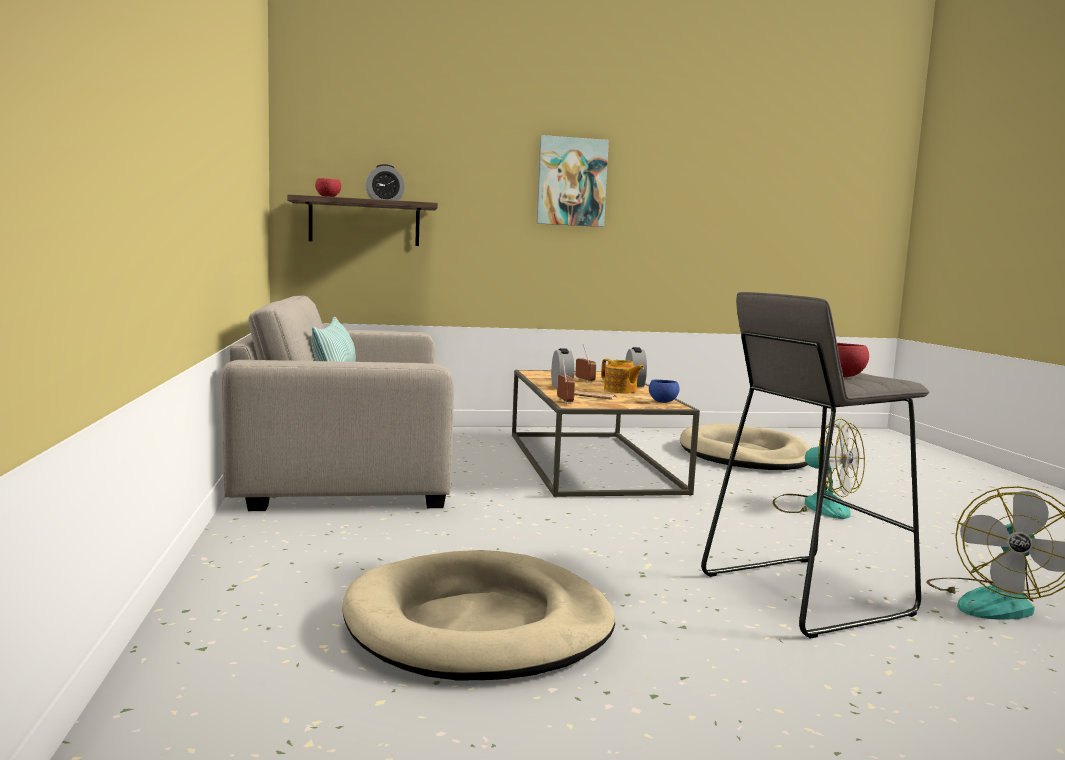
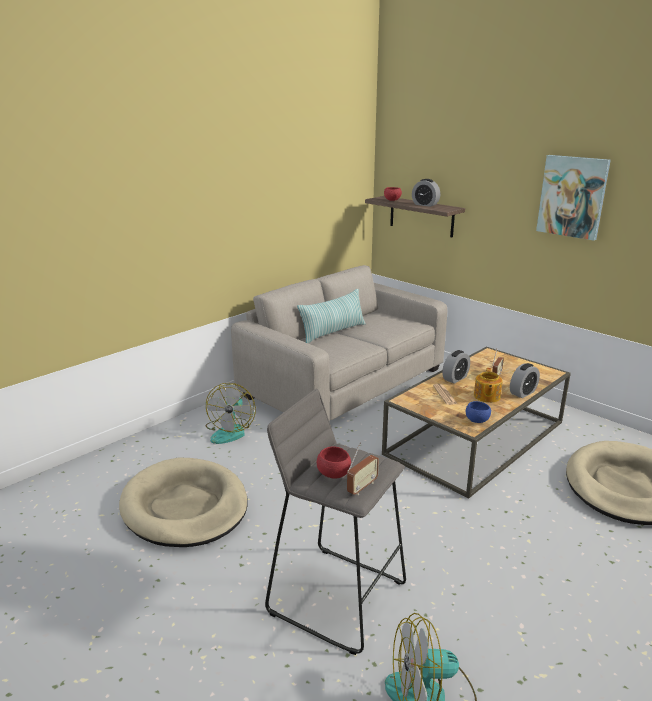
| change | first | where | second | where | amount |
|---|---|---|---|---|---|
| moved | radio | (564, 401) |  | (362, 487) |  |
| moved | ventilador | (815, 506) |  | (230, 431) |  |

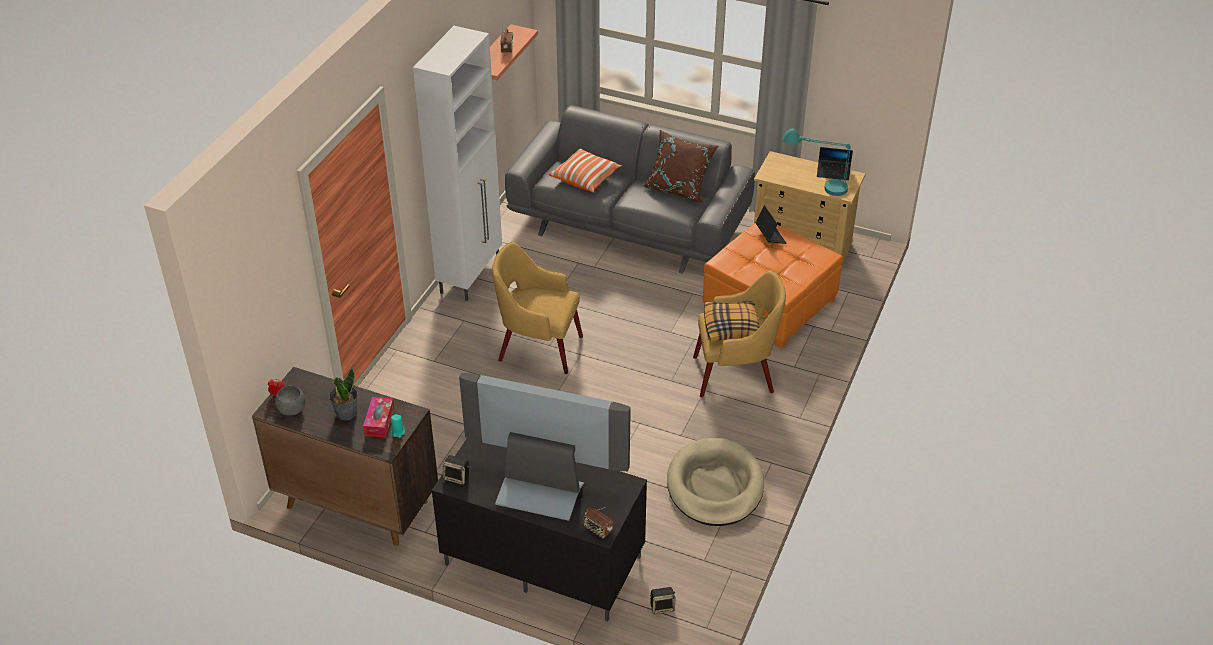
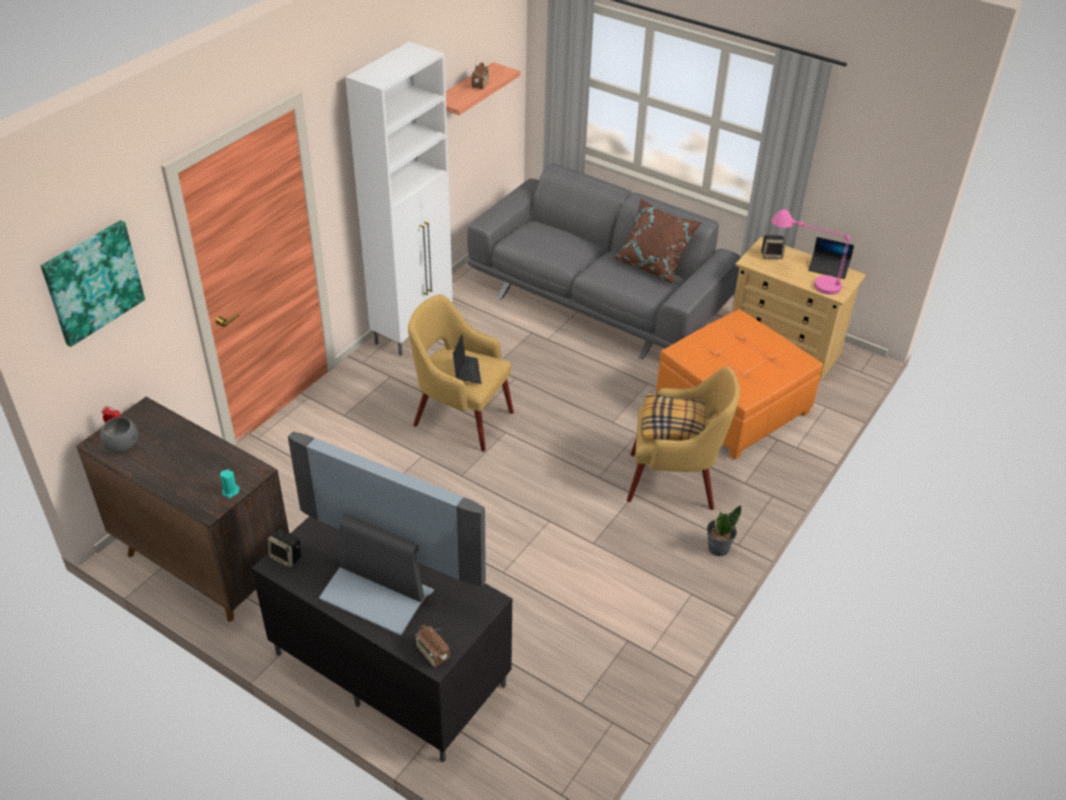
| change | first | where | second | where | amount |
|---|---|---|---|---|---|
| moved | planta en maceta | (346, 413) |  | (718, 548) |  |
| removed | caja de pañuelos | (379, 421) |  |  |  |
| removed | cojín | (585, 178) |  |  |  |
| moved | altavoz | (662, 607) |  | (772, 255) |  |
| removed | cama para perro (beis) | (715, 486) |  |  |  |
| moved | portátil | (770, 236) |  | (466, 371) |  |
| recoloured | lámpara de mesa (turquesa) | (815, 186) | lámpara de mesa (rosa) | (804, 280) |  |
| added |  |  | cuadro | (93, 282) |  |

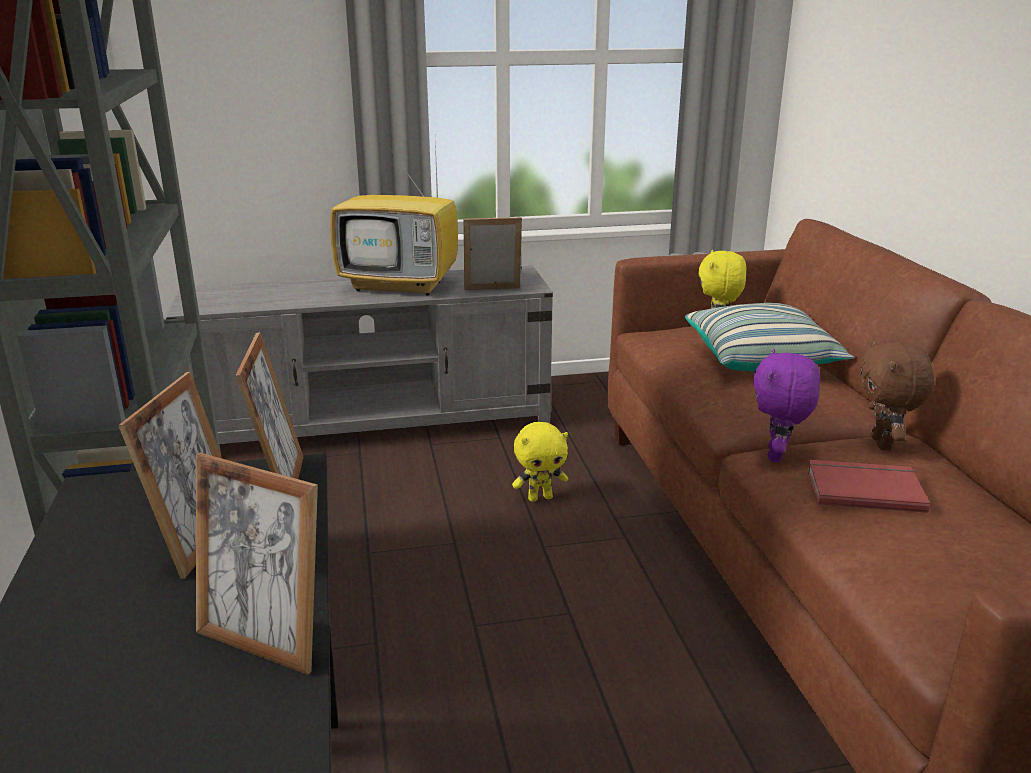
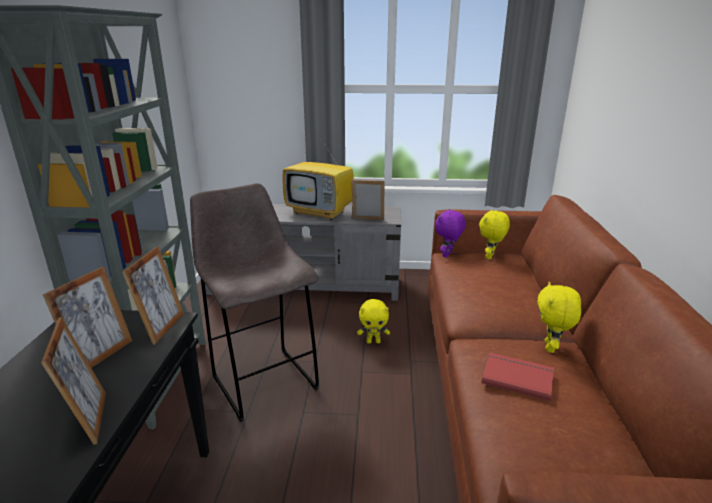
| change | first | where | second | where | amount |
|---|---|---|---|---|---|
| turned | portarretratos | (264, 640) |  | (89, 420) | 150 degrees counterclockwise |
| removed | cojín | (762, 359) |  |  |  |
| moved | peluche (morado) | (777, 456) |  | (448, 255) |  |
| recoloured | peluche (marrón) | (883, 444) | peluche (amarillo) | (551, 347) |  |
| added |  |  | taburete (gris) | (263, 380) |  |

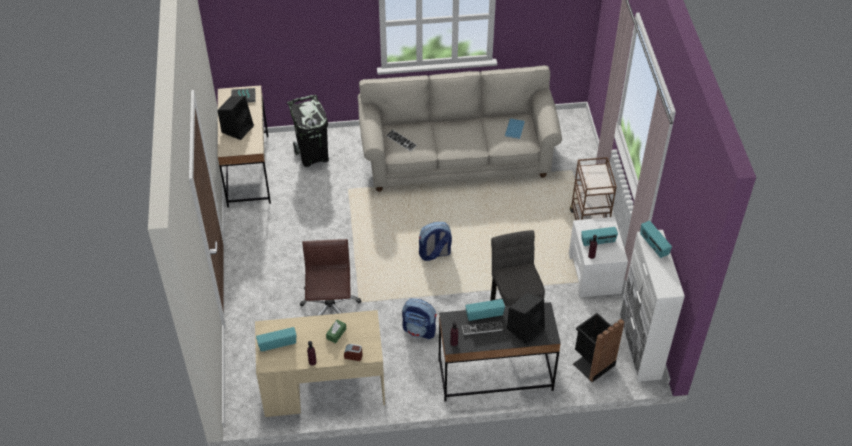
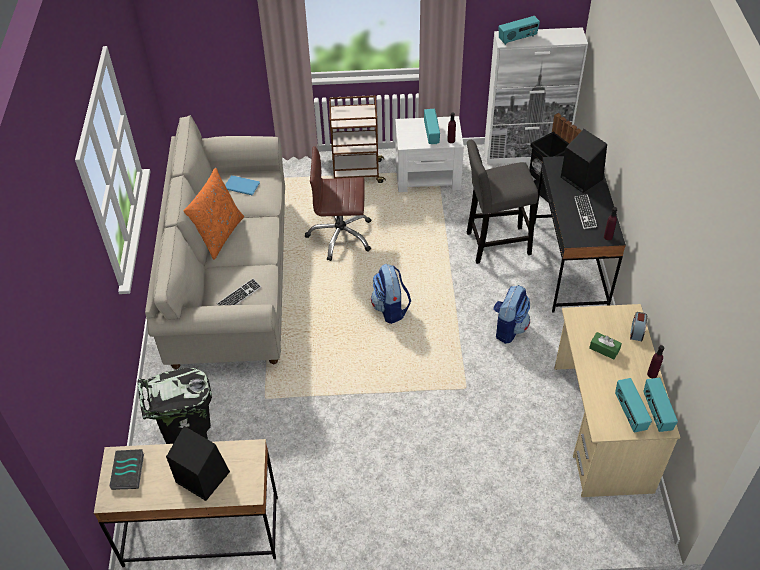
| change | first | where | second | where | amount |
|---|---|---|---|---|---|
| moved | silla de oficina (marrón) | (330, 310) |  | (340, 236) |  |
| moved | radio | (484, 315) |  | (656, 412) |  |
| added |  |  | cojín (naranja) | (219, 235) |  |

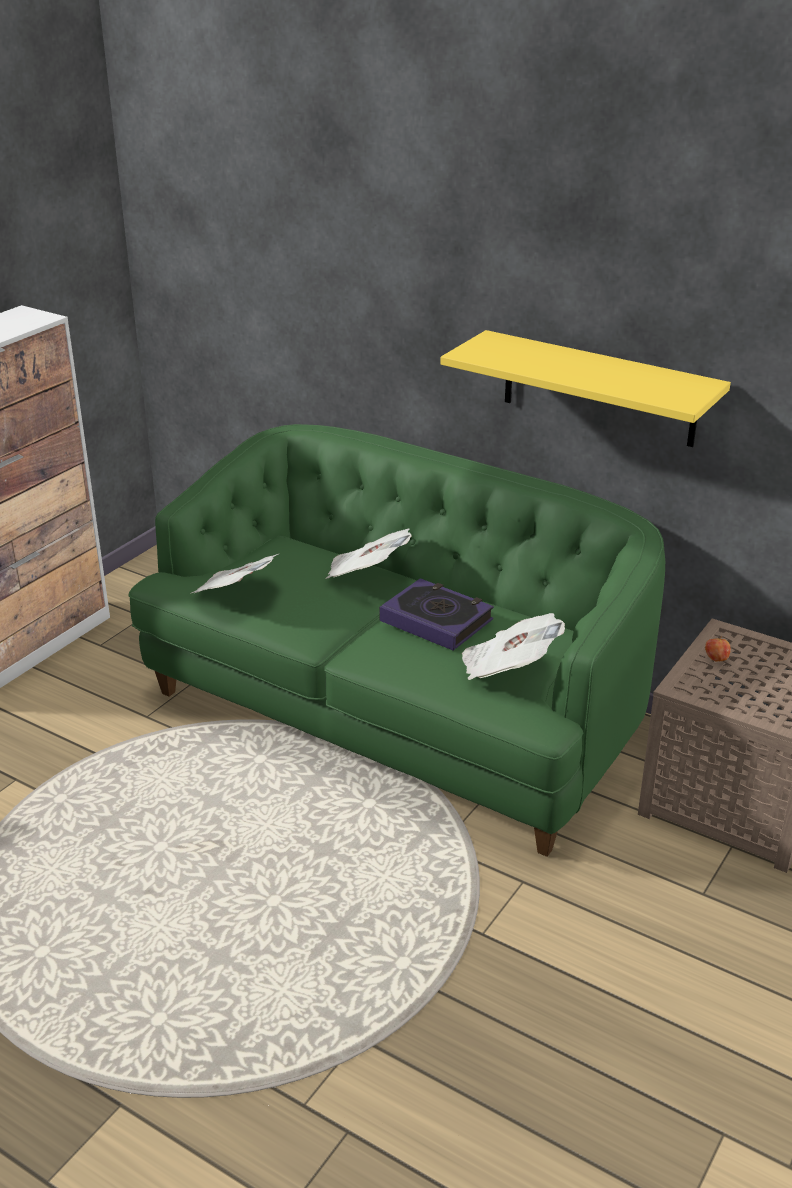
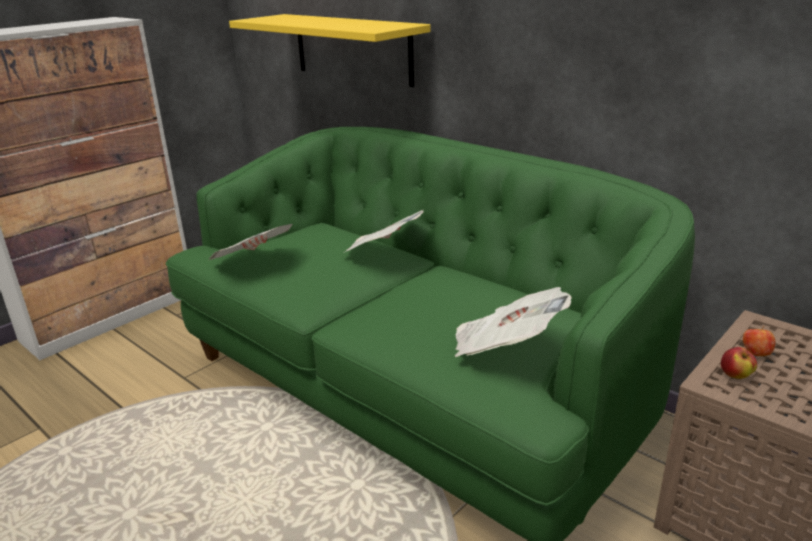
| change | first | where | second | where | amount |
|---|---|---|---|---|---|
| removed | libro | (436, 620) |  |  |  |
| moved | estante (amarillo) | (599, 389) |  | (352, 48) |  |
| added |  |  | manzana | (735, 375) |  |

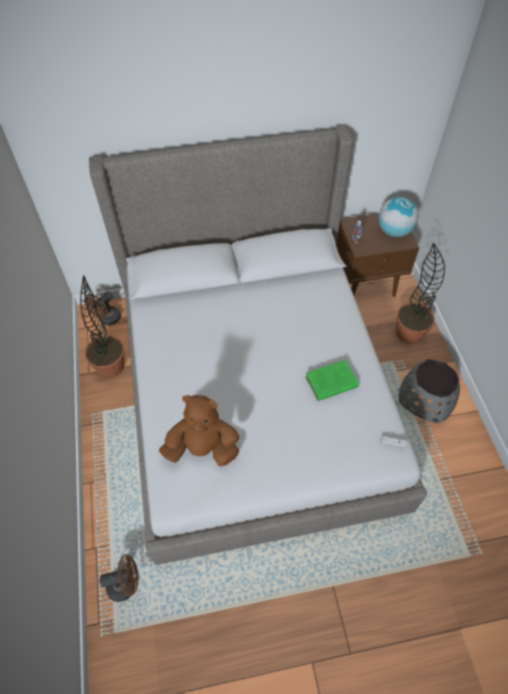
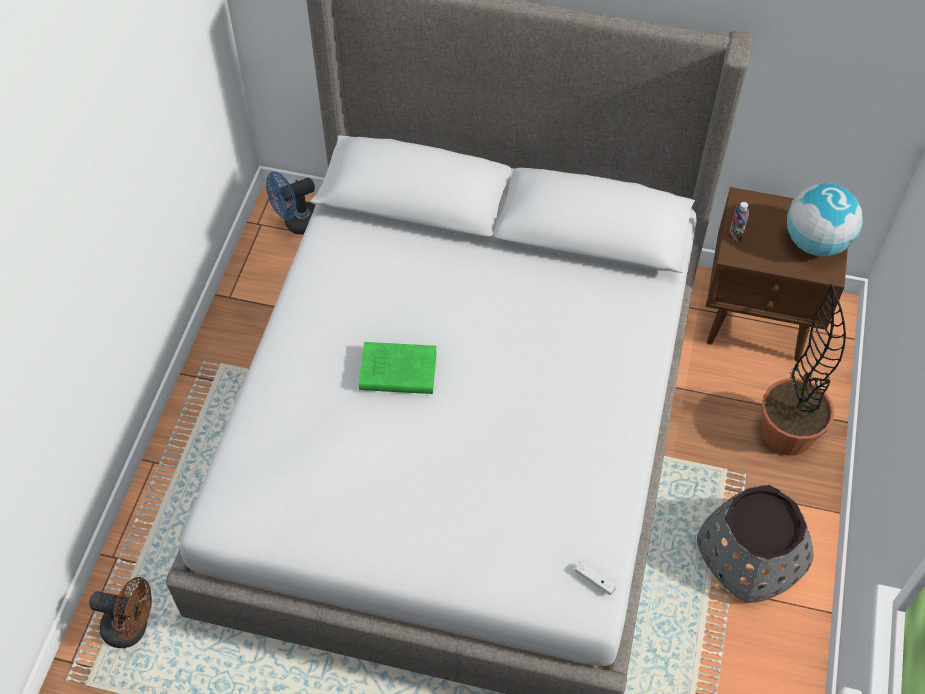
| change | first | where | second | where | amount |
|---|---|---|---|---|---|
| removed | planta en maceta | (110, 366) |  |  |  |
| recoloured | ventilador (marrón) | (107, 319) | ventilador (azul) | (297, 223) |  |
| removed | peluche (marrón) | (203, 448) |  |  |  |
| moved | libro (verde) | (330, 382) |  | (396, 371) |  |

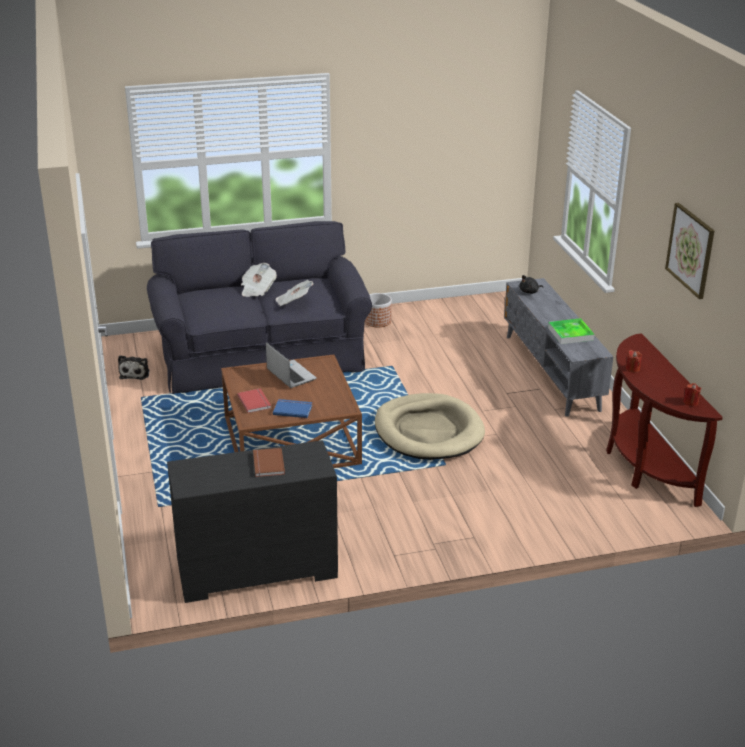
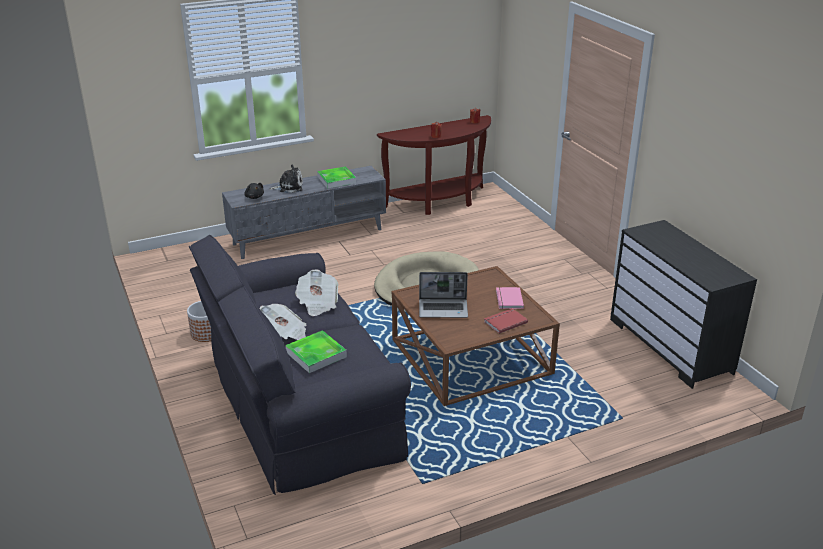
| change | first | where | second | where | amount |
|---|---|---|---|---|---|
| moved | peluche | (135, 373) |  | (289, 187) |  |
| removed | libro (marrón) | (267, 464) |  |  |  |
| turned | portátil | (290, 375) |  | (444, 309) | 135 degrees counterclockwise |
| recoloured | libro (azul) | (292, 409) | libro (rosa) | (508, 299) |  |
| removed | cuadro | (690, 250) |  |  |  |
| added |  |  | bandeja | (316, 354) |  |

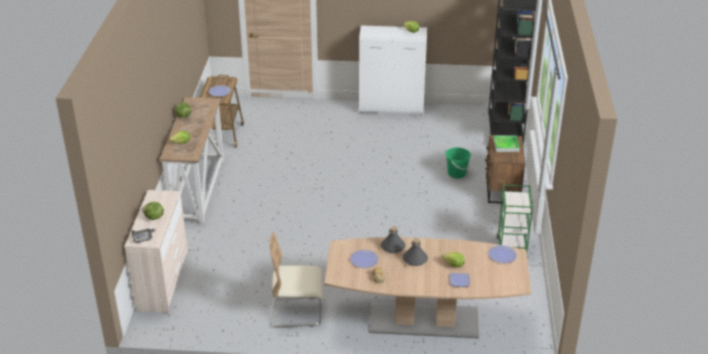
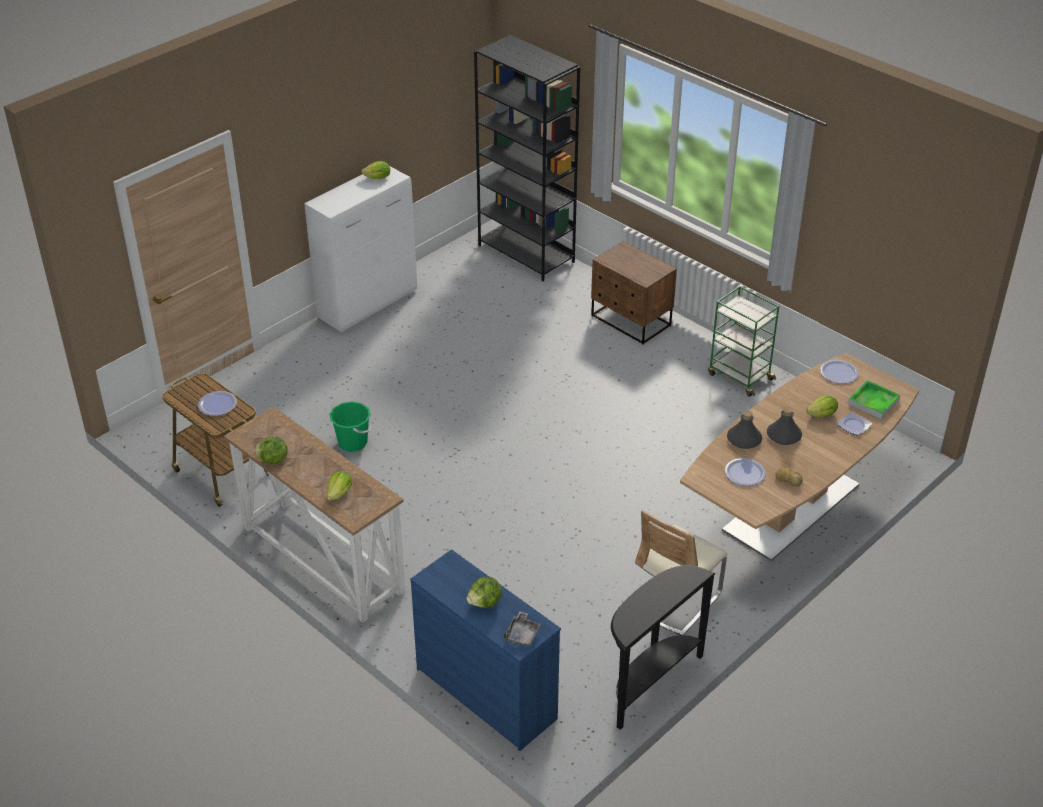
| change | first | where | second | where | amount |
|---|---|---|---|---|---|
| recoloured | cómoda (beis) | (163, 282) | cómoda (azul) | (487, 693) |  |
| moved | cubo (verde) | (456, 173) |  | (352, 442) |  |
| moved | bandeja | (506, 145) |  | (873, 402) |  |
| added |  |  | mesa consola (negro) | (649, 683) |  |

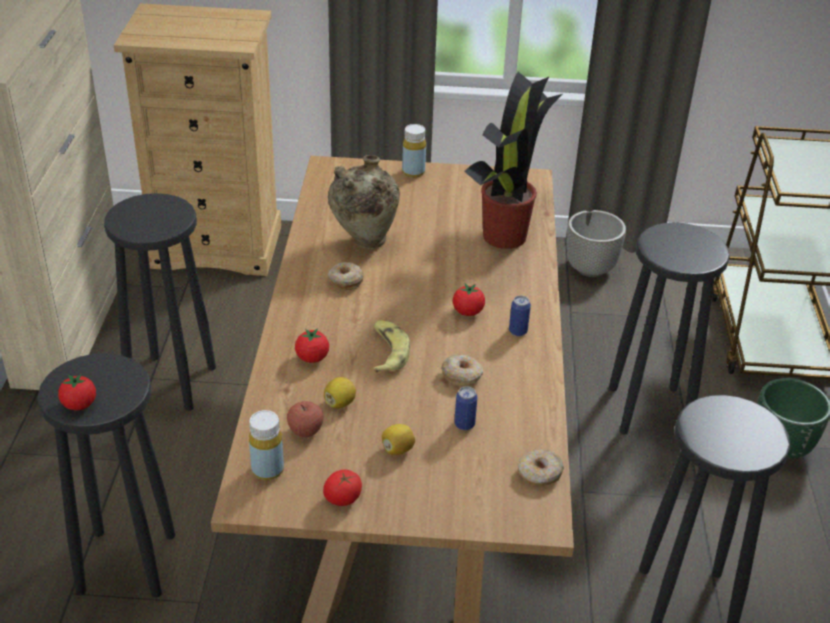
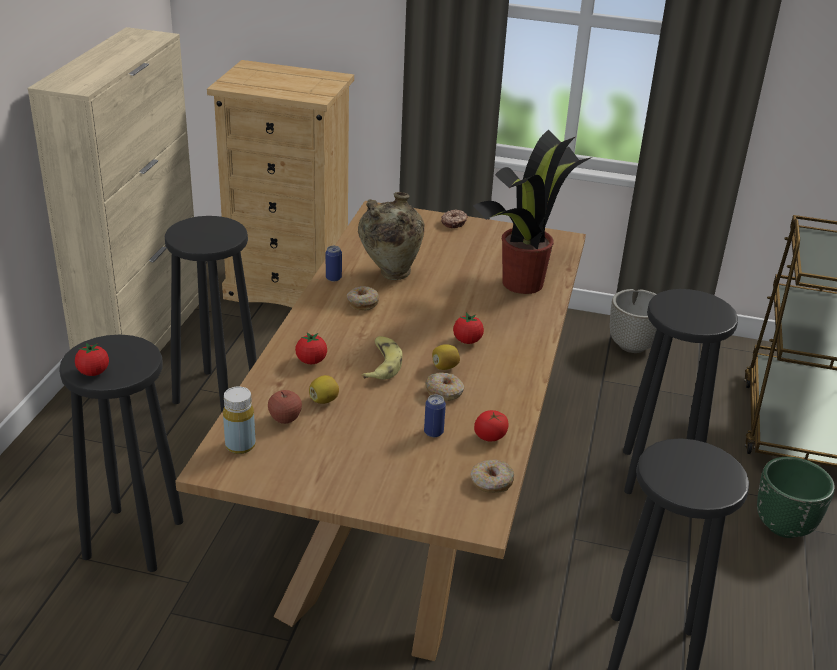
| change | first | where | second | where | amount |
|---|---|---|---|---|---|
| moved | tomate | (342, 498) |  | (490, 436) |  |
| moved | limón | (397, 449) |  | (445, 367) |  |
| replaced | botella (amarillo) | (413, 172) | rosquilla | (454, 223) |  |
| moved | lata | (518, 331) |  | (333, 278) |  |

